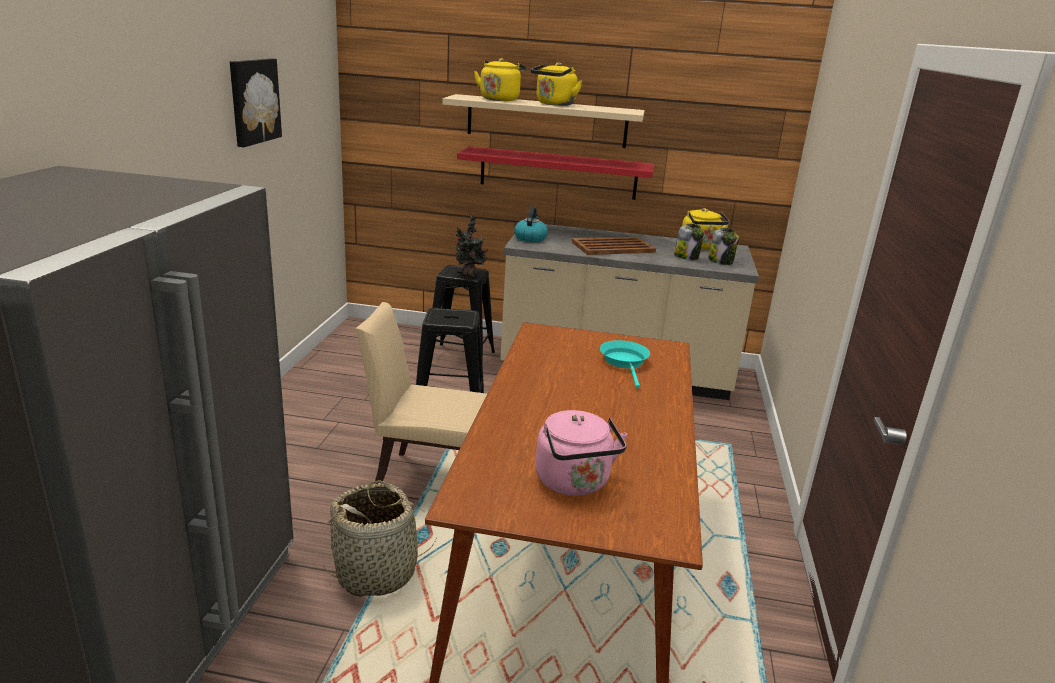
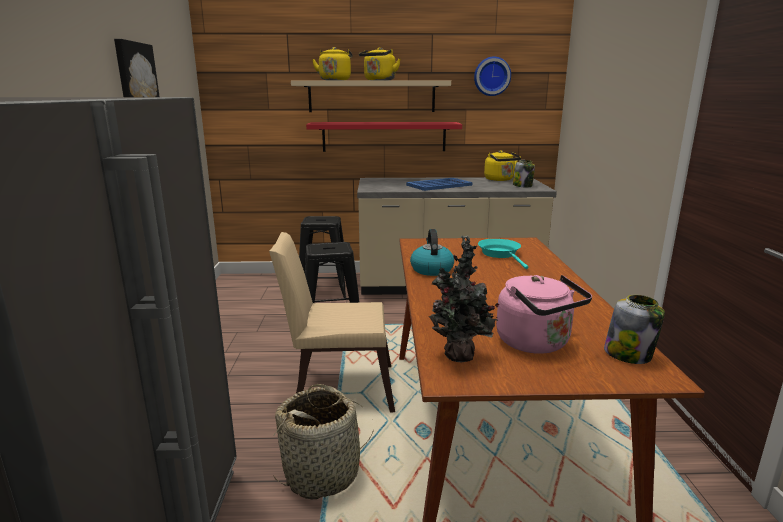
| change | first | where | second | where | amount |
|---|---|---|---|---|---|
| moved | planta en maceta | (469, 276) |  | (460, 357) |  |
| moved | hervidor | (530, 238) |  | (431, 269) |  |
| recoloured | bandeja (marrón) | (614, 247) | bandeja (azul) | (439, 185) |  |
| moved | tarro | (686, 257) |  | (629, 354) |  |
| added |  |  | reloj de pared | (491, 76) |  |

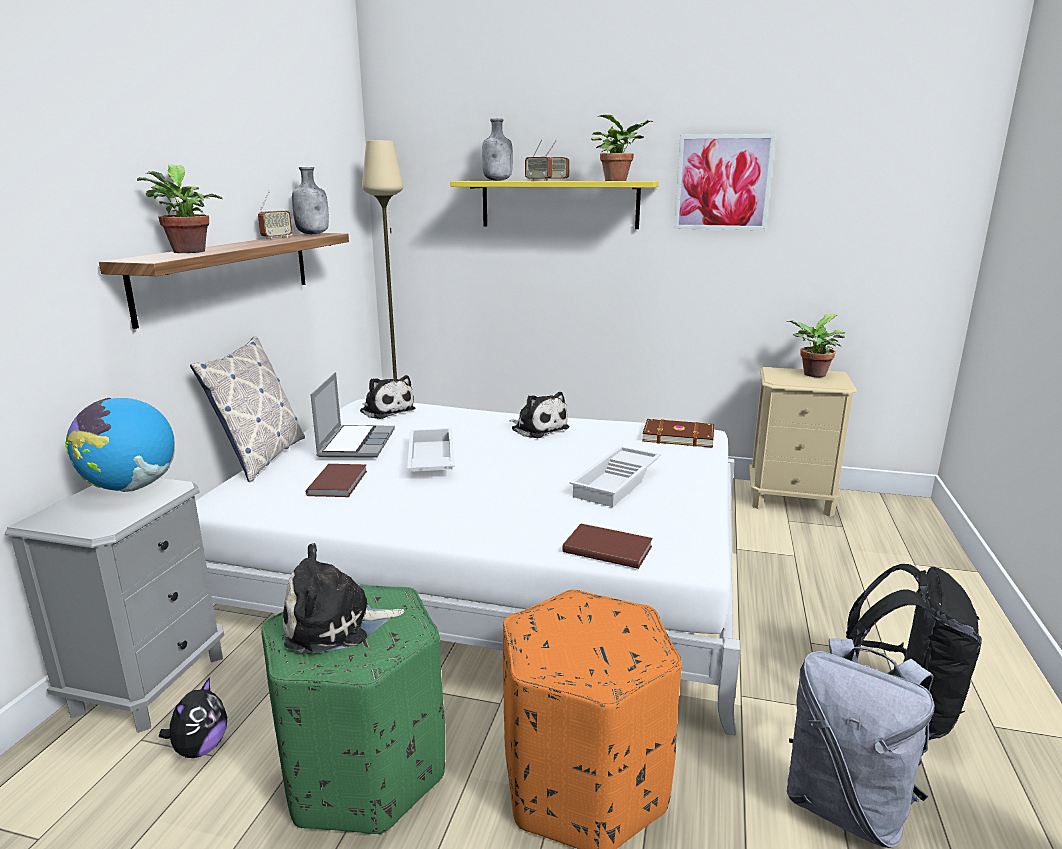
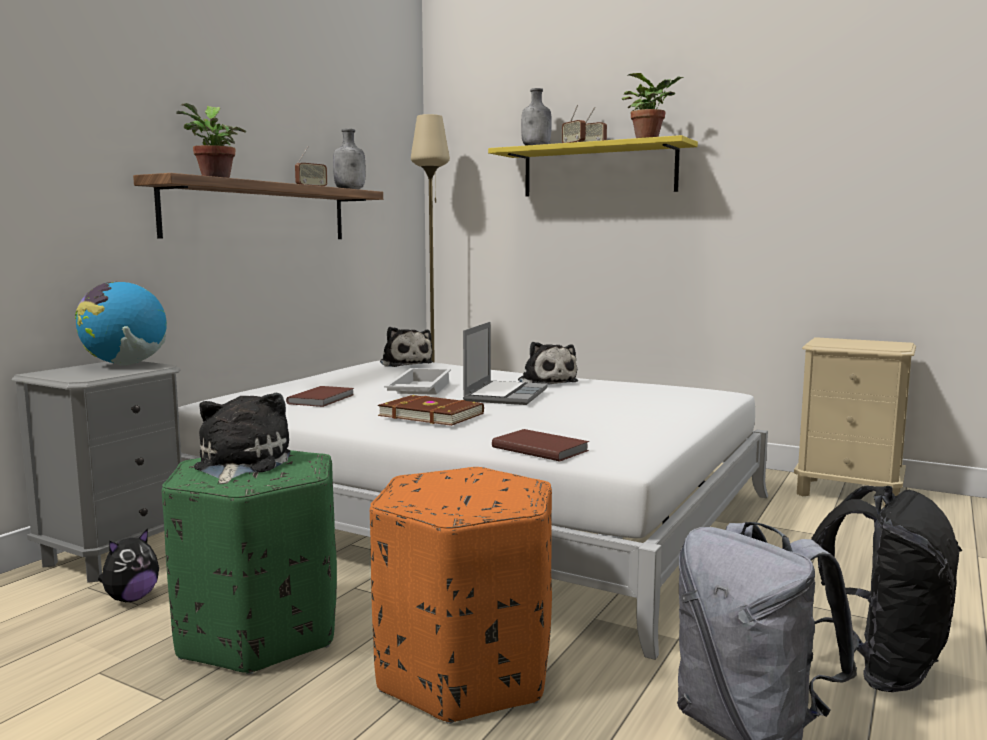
| change | first | where | second | where | amount |
|---|---|---|---|---|---|
| removed | cojín | (261, 458) |  |  |  |
| turned | peluche | (336, 625) |  | (240, 464) | 90 degrees clockwise |
| moved | portátil | (356, 443) |  | (505, 395) |  |
| removed | bandeja (blanco) | (618, 482) |  |  |  |
| moved | libro (marrón) | (678, 436) |  | (431, 414) |  |
| removed | cuadro | (723, 182) |  |  |  |
| removed | planta en maceta | (812, 375) |  |  |  |

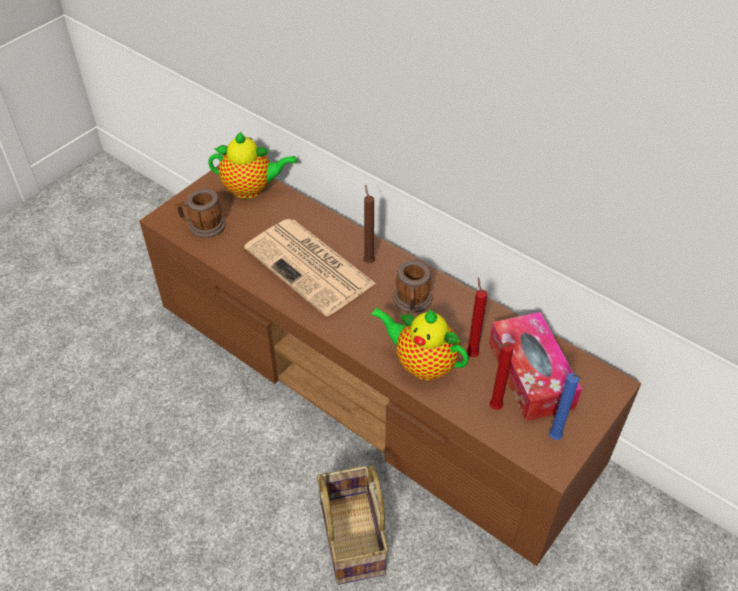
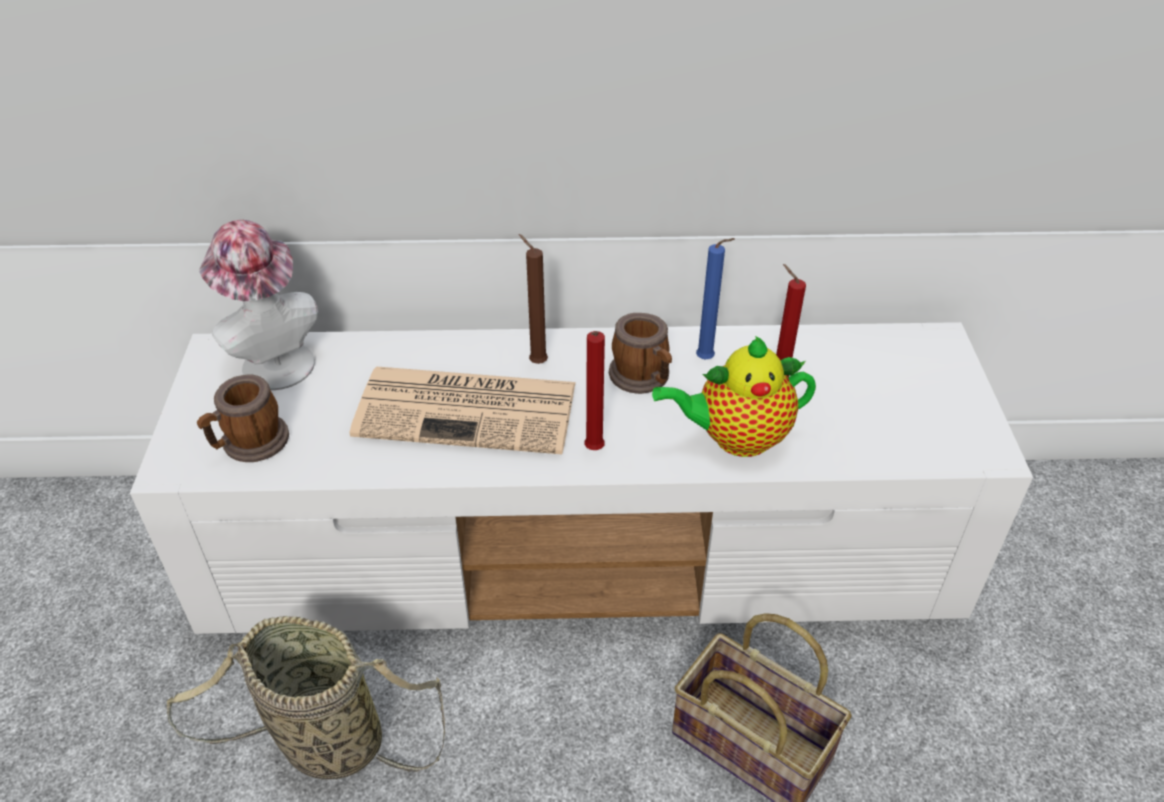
| change | first | where | second | where | amount |
|---|---|---|---|---|---|
| recoloured | mueble de televisión (marrón) | (372, 385) | mueble de televisión (blanco) | (586, 550) |  |
| replaced | tetera | (252, 189) | sombrero | (273, 361) |  |
| removed | caja de pañuelos | (530, 375) |  |  |  |
| moved | vela (rojo) | (493, 408) |  | (593, 451) |  |
| moved | vela (azul) | (556, 439) |  | (707, 360) |  |
| added |  |  | cesta | (323, 742) |  |

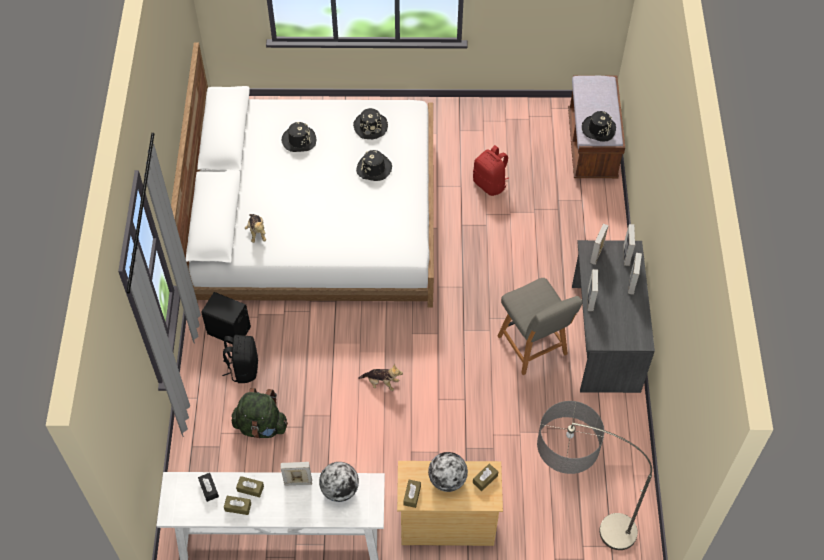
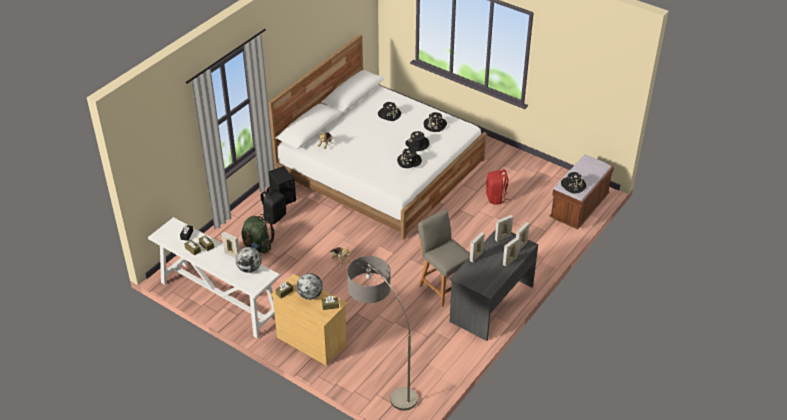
| change | first | where | second | where | amount |
|---|---|---|---|---|---|
| turned | silla (gris) | (533, 347) |  | (443, 286) | 135 degrees clockwise |
| added |  |  | sombrero (negro) | (409, 161) |  |

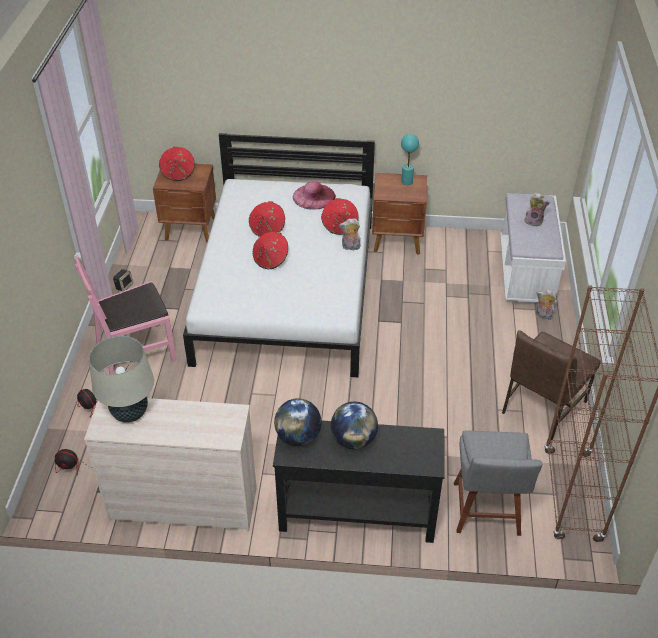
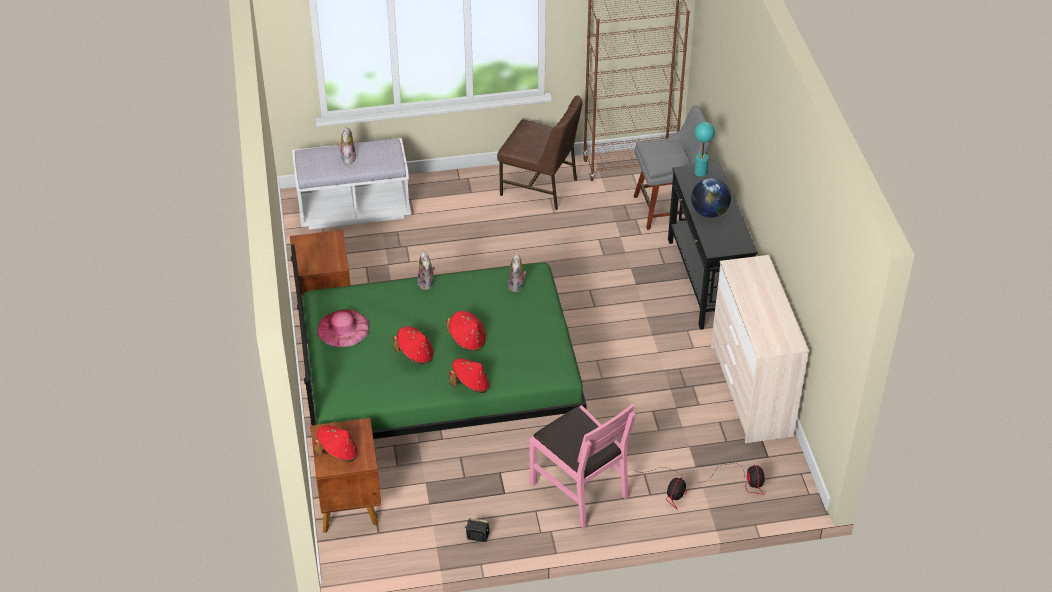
| change | first | where | second | where | amount |
|---|---|---|---|---|---|
| removed | lámpara de mesa (beis) | (130, 413) |  |  |  |
| recoloured | cama (blanco) | (287, 291) | cama (verde) | (439, 385) |  |
| removed | globo terráqueo | (298, 437) |  |  |  |
| moved | sombrero (rojo) | (340, 226) |  | (471, 385) |  |
| moved | lámpara de mesa (turquesa) | (407, 181) |  | (700, 172) |  |
| moved | peluche | (543, 316) |  | (517, 286) |  |

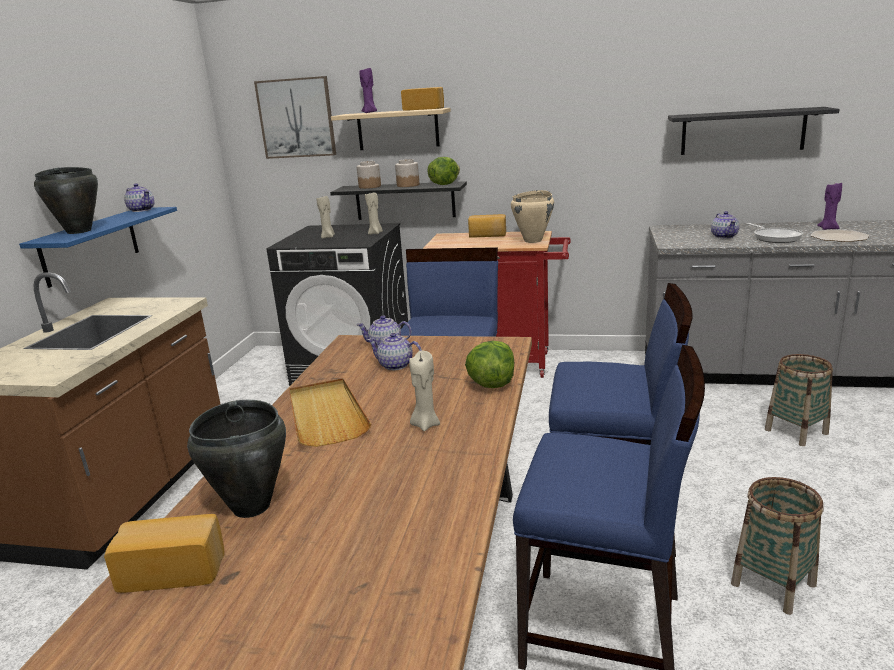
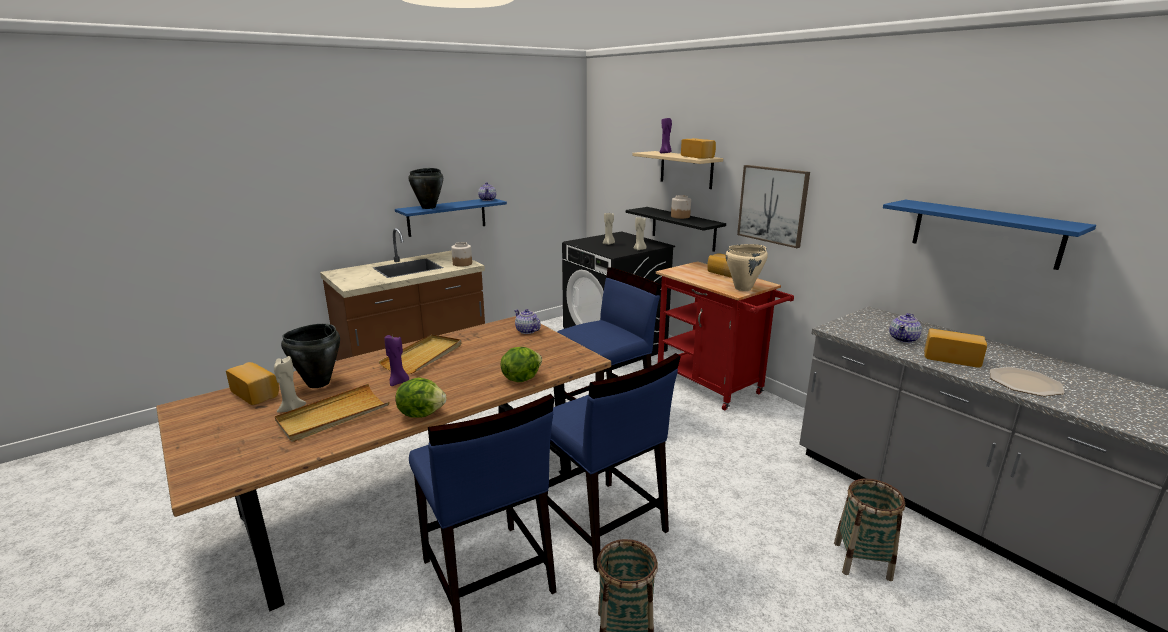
| change | first | where | second | where | amount |
|---|---|---|---|---|---|
| moved | cuadro | (296, 118) |  | (773, 205) |  |
| moved | tarro | (370, 186) |  | (462, 264) |  |
| removed | tetera | (396, 365) |  |  |  |
| moved | vela (beis) | (425, 424) |  | (291, 409) |  |
| moved | lechuga | (444, 184) |  | (421, 413) |  |
| recoloured | estante (negro) | (742, 131) | estante (azul) | (985, 233) |  |
| replaced | sartén | (775, 237) | pan | (951, 358) |  |
| moved | vela (morado) | (828, 228) |  | (399, 382) |  |
| added |  |  | bandeja (beis) | (333, 416) |  |

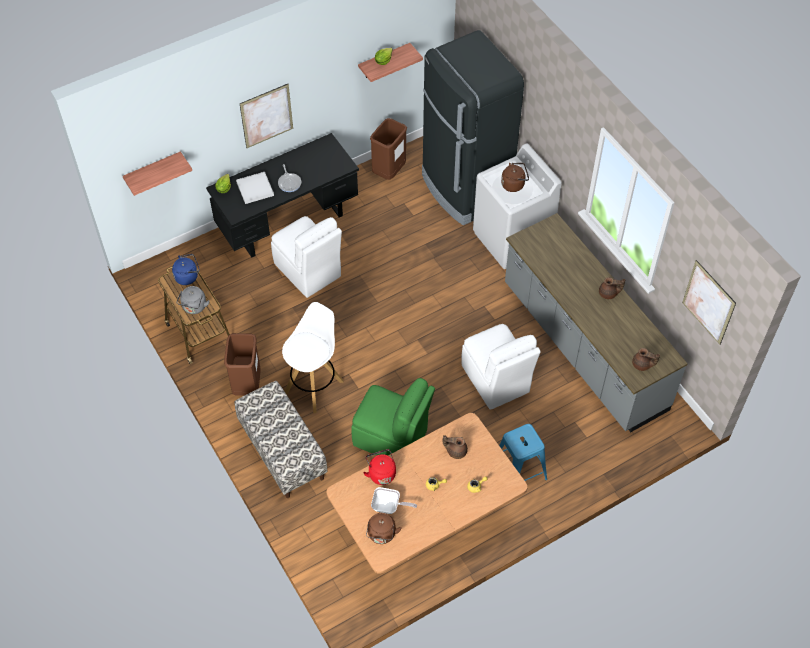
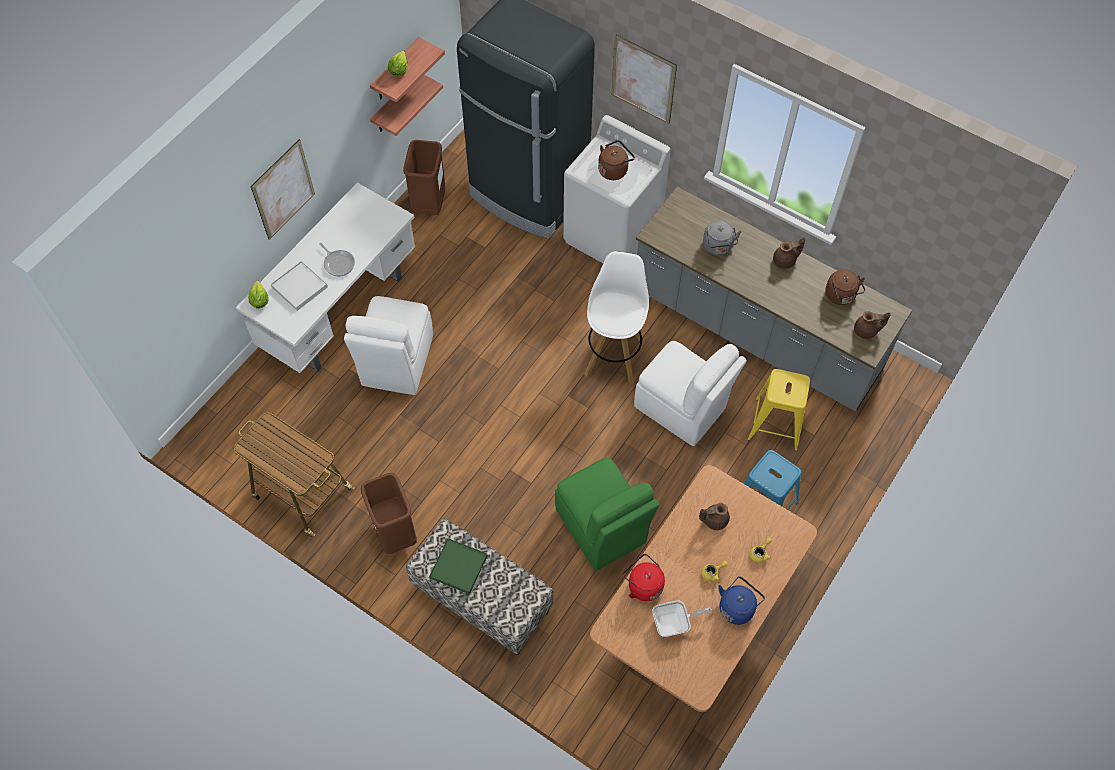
| change | first | where | second | where | amount |
|---|---|---|---|---|---|
| moved | estante | (153, 171) |  | (395, 104) |  |
| moved | hervidor (azul) | (188, 276) |  | (737, 607) |  |
| moved | hervidor (gris) | (194, 307) |  | (718, 247) |  |
| recoloured | escritorio (negro) | (288, 222) | escritorio (blanco) | (340, 311) |  |
| turned | silla (blanco) | (308, 271) |  | (396, 362) | 75 degrees clockwise |
| moved | taburete (blanco) | (314, 386) |  | (613, 355) |  |
| turned | silla (verde) | (392, 439) |  | (601, 528) | 60 degrees clockwise |
| moved | hervidor (marrón) | (381, 535) |  | (841, 296) |  |
| moved | cuadro | (708, 302) |  | (643, 79) |  |
| added |  |  | bandeja (verde) | (459, 567) |  |
| added |  |  | taburete (amarillo) | (775, 424) |  |

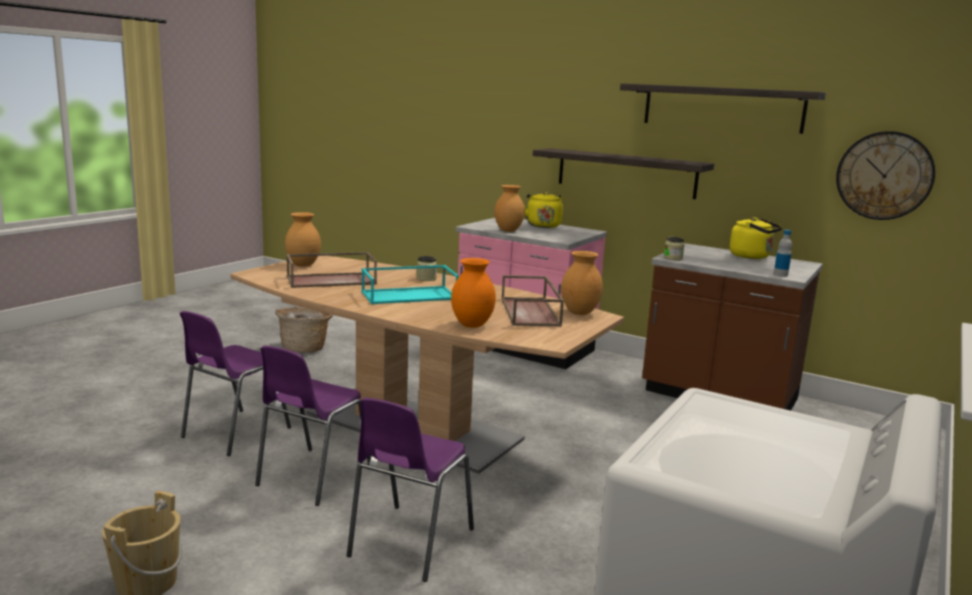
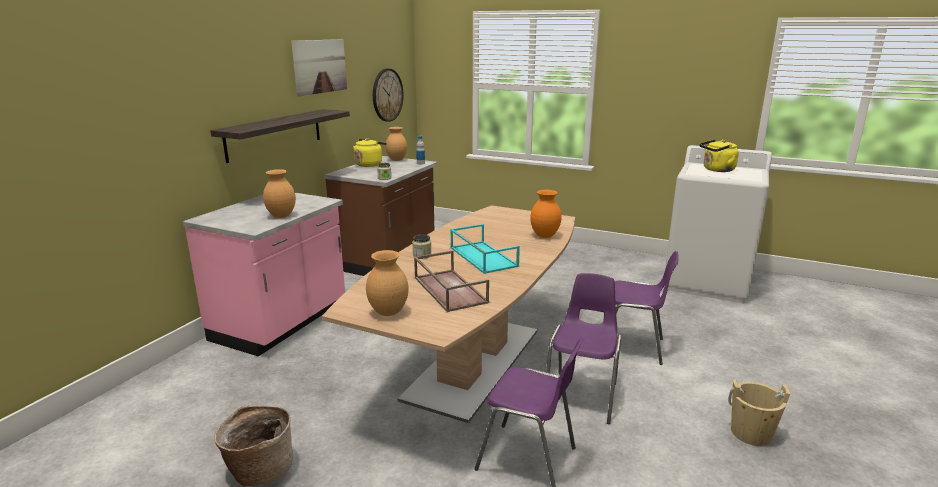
| change | first | where | second | where | amount |
|---|---|---|---|---|---|
| turned | silla (morado) | (312, 477) |  | (582, 395) | 90 degrees counterclockwise |
| removed | bandeja (marrón) | (531, 312) |  |  |  |
| moved | hervidor (amarillo) | (542, 225) |  | (717, 170) |  |
| moved | florero (marrón) | (579, 312) |  | (396, 160) |  |
| replaced | estante | (722, 108) | cuadro | (320, 66) |  |

